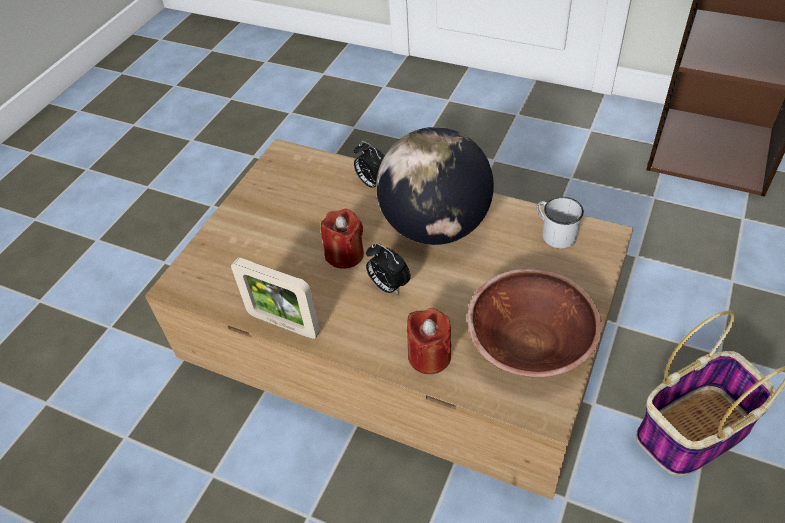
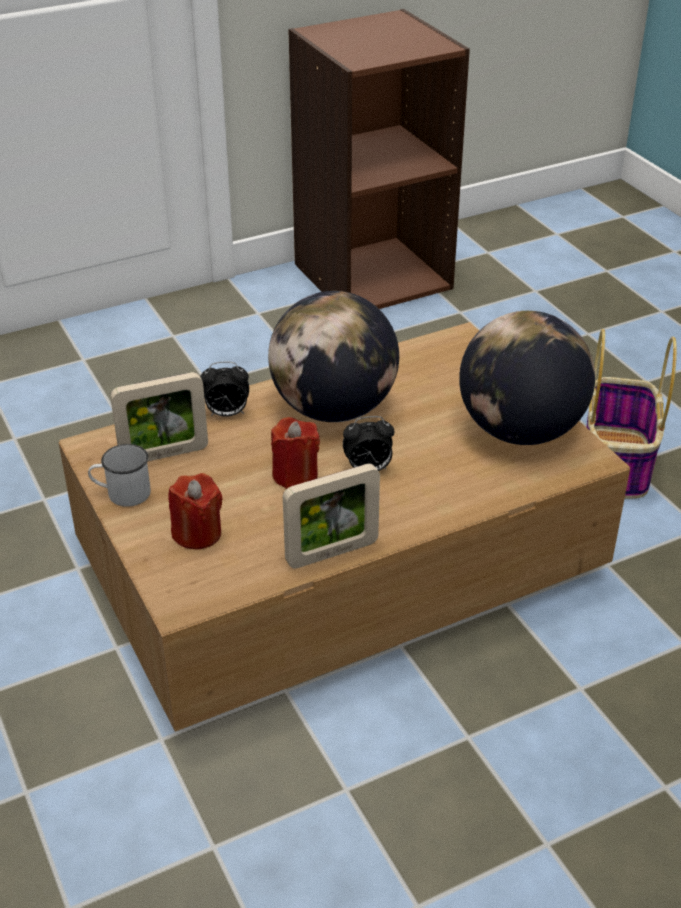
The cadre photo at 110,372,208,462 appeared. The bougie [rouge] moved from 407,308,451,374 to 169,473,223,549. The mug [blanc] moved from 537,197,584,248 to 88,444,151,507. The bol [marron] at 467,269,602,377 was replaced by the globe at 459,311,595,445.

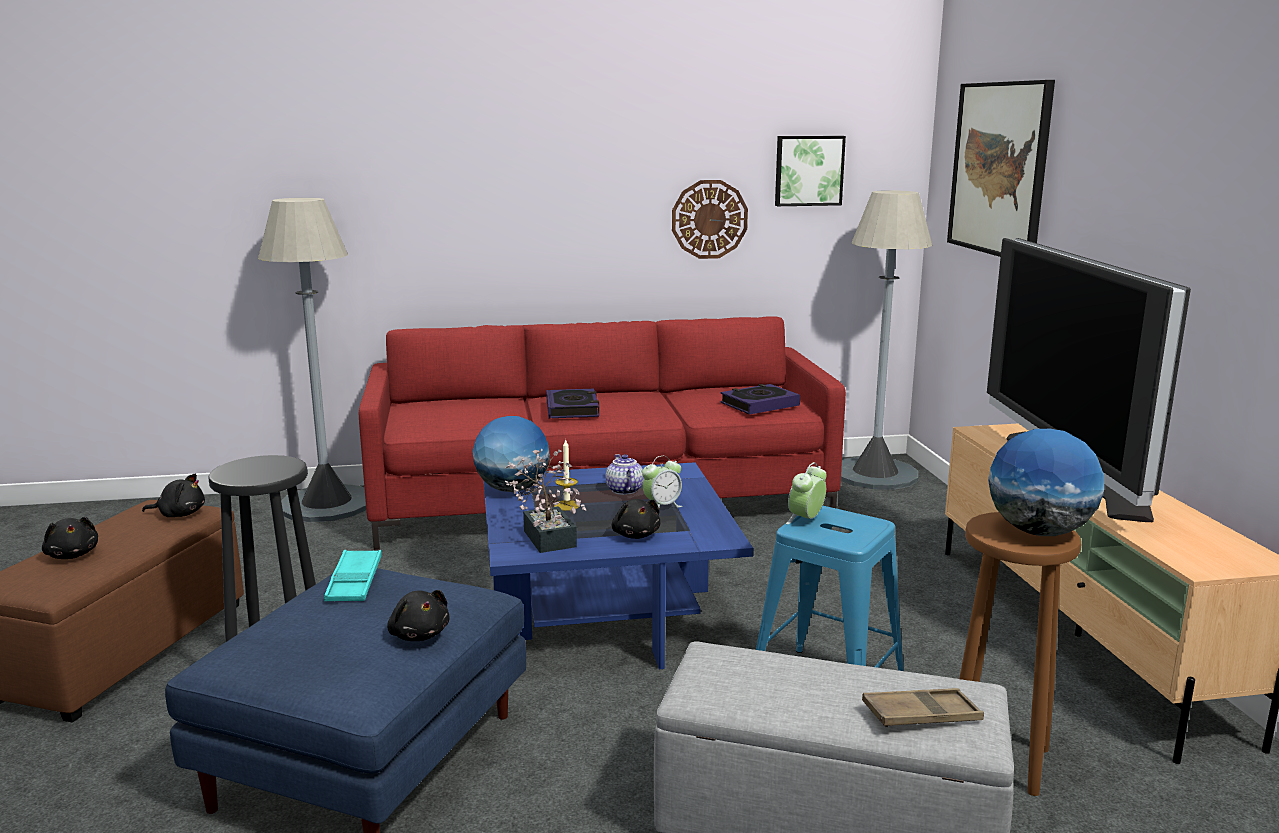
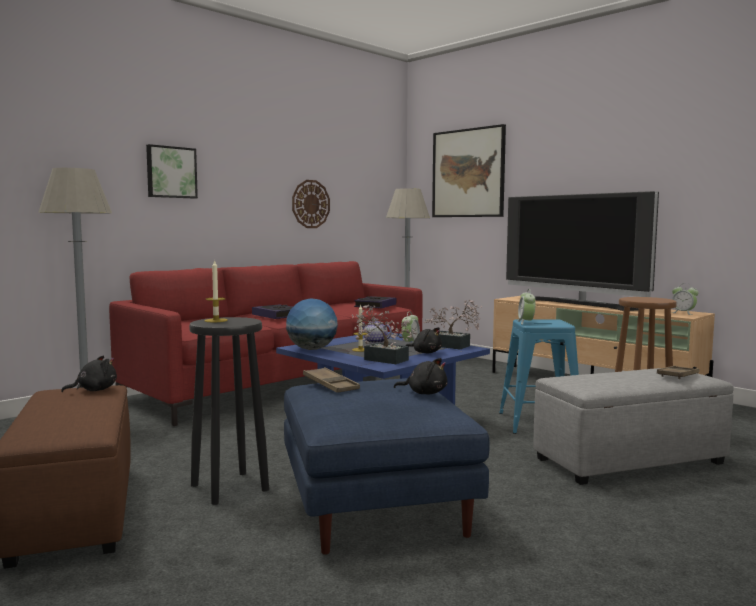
The peluche [noir] at 42,517,98,559 disappeared. The globe at 988,429,1104,536 disappeared. The bougie at 204,259,228,322 appeared. The plante en pot at 423,300,482,349 appeared. The réveil at 672,283,698,315 appeared. The tableau moved from 775,136,846,206 to 146,144,198,199. The plateau [turquoise] at 324,550,382,601 became the plateau [marron] at 303,367,360,393.

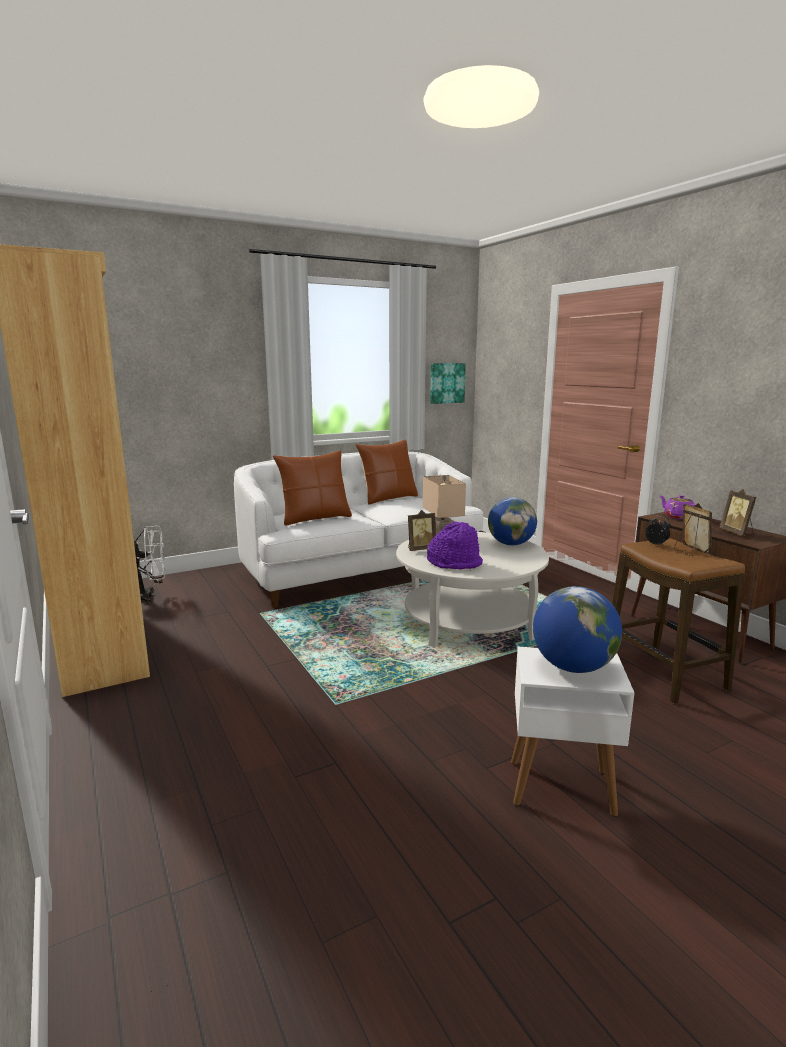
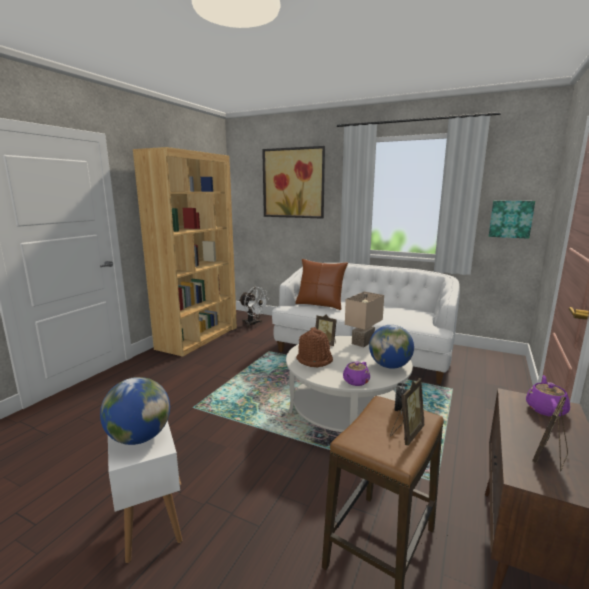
The coussin [marron] at 355,439,418,505 disappeared. The tableau at 262,146,325,219 appeared. The théière [violet] at 343,361,370,386 appeared. The chapeau [violet] at 427,522,483,569 became the chapeau [marron] at 296,327,333,367.

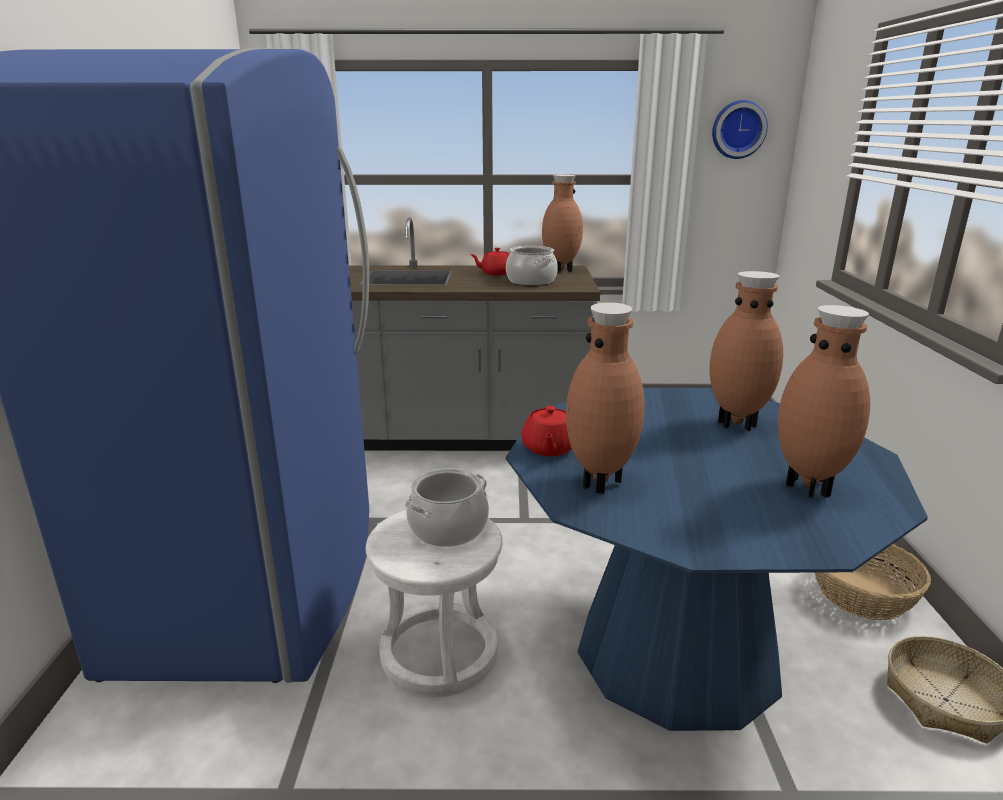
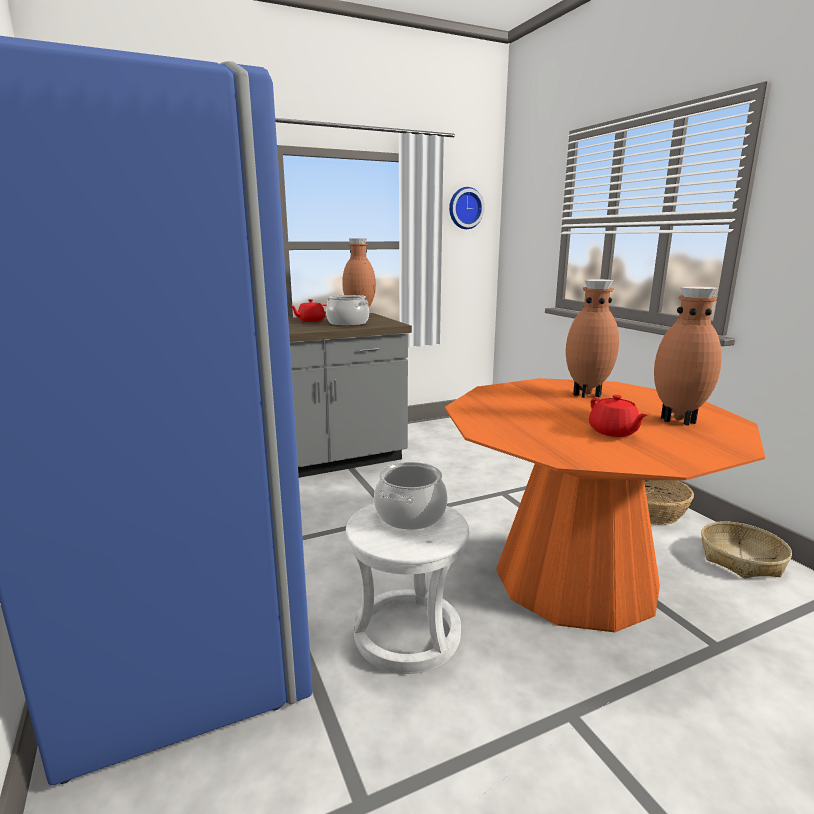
The vase [marron] at 566,302,645,494 disappeared. The théière [rouge] moved from 521,405,572,456 to 589,395,648,437. The table à manger [bleu] at 506,388,928,731 became the table à manger [orange] at 445,378,765,632.

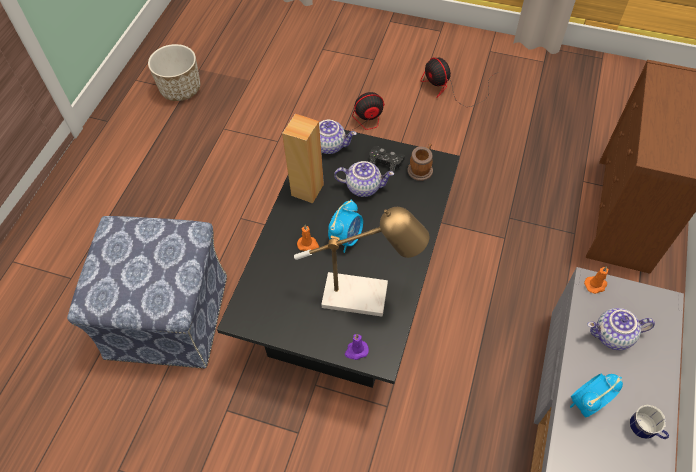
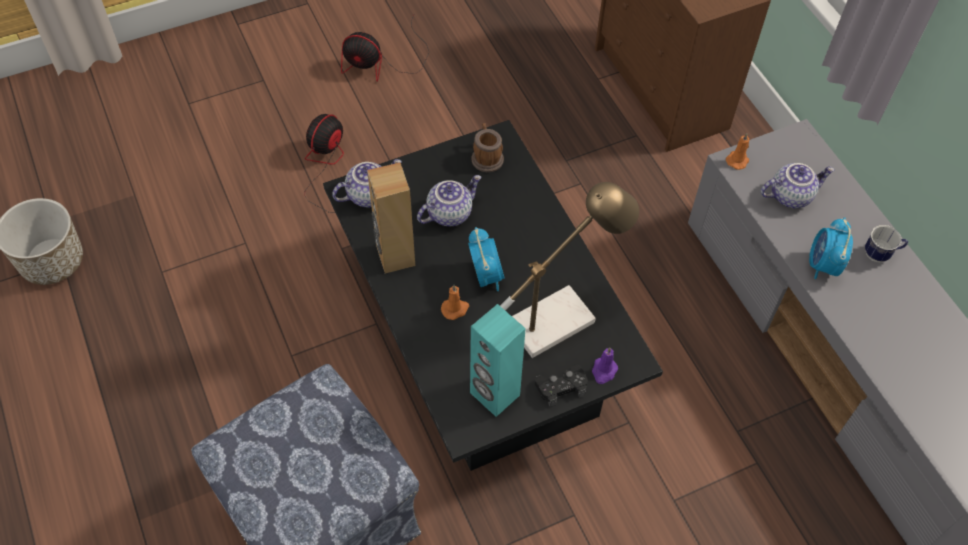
The enceinte [turquoise] at 470,304,526,417 appeared. The manette [noir] moved from 369,146,405,172 to 534,364,587,407. The théière at 587,308,655,350 turned 150 degrees counterclockwise.

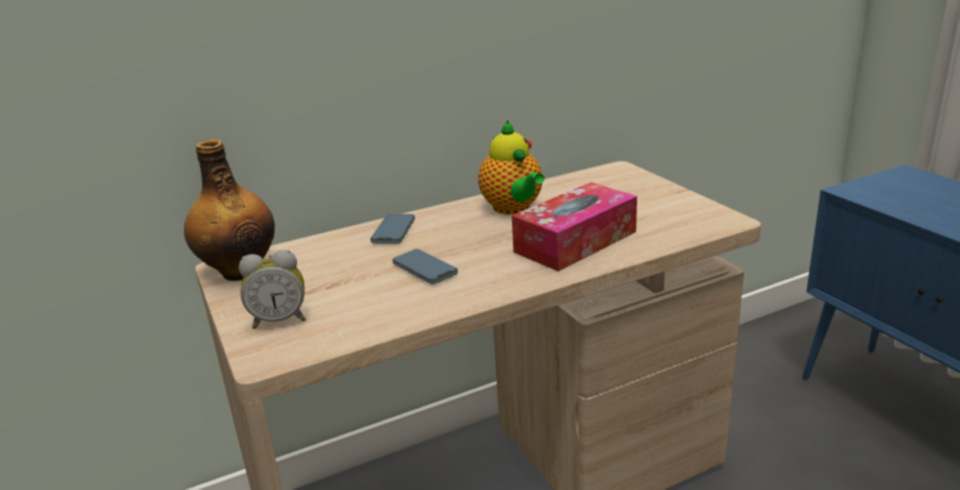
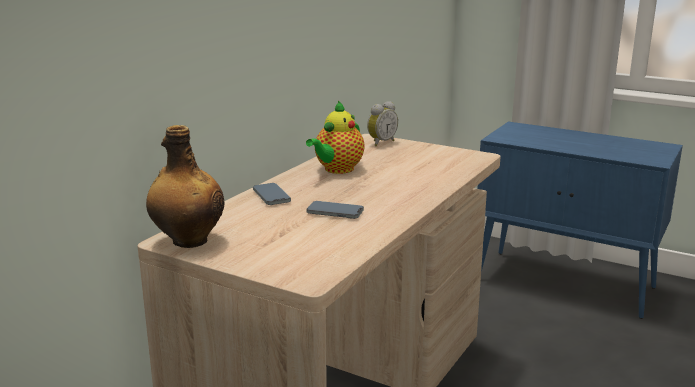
The boîte à mouchoirs at 512,182,637,271 disappeared. The réveil moved from 239,250,306,329 to 367,101,398,146. The théière at 478,121,545,215 turned 90 degrees clockwise.

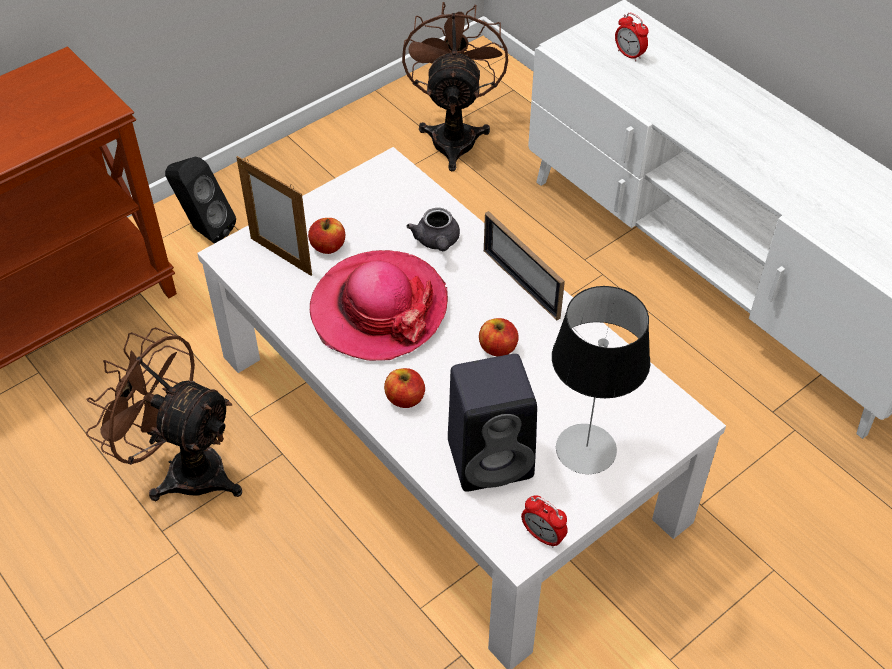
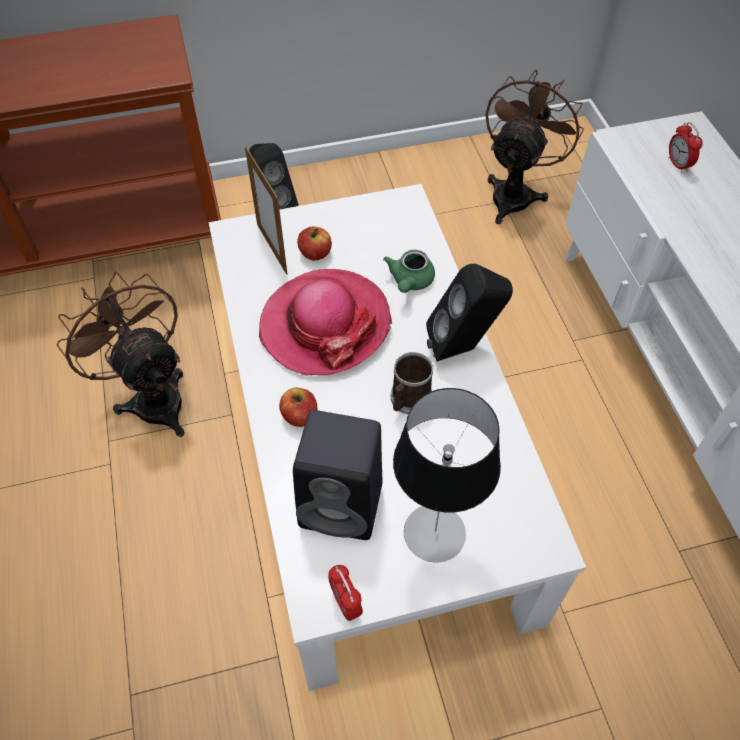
The pomme at 479,318,519,356 was replaced by the mug at 391,352,433,414. The cadre photo at 484,211,565,320 was replaced by the enceinte [noir] at 426,264,513,362. The théière [gris] at 406,208,460,251 became the théière [vert] at 383,250,435,293.

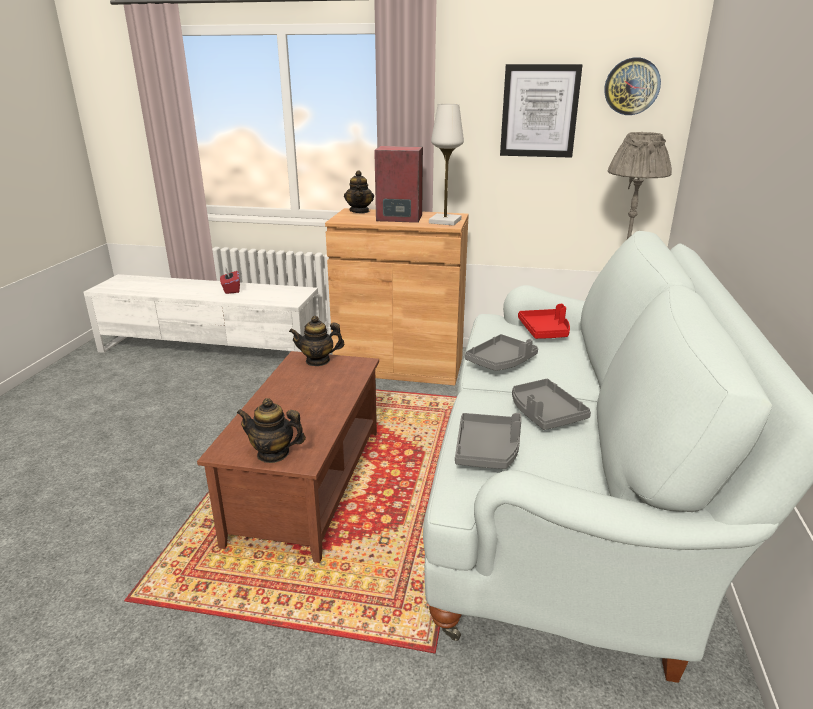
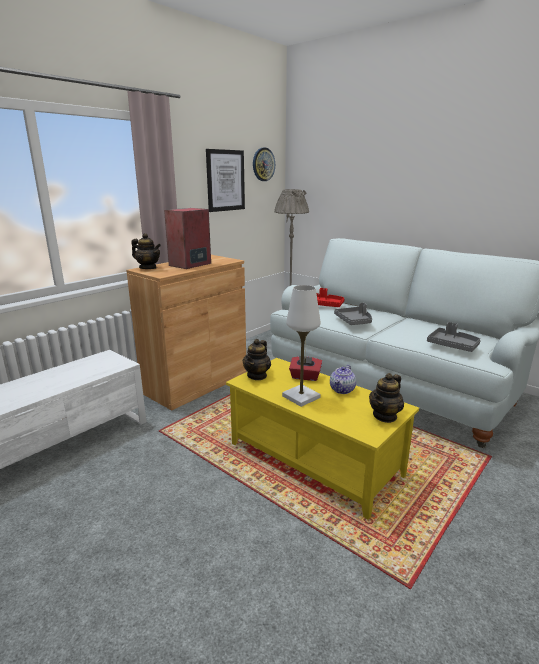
The plateau [gris] at 512,379,591,430 disappeared. The théière at 330,365,356,394 appeared. The boîte à mouchoirs [rouge] moved from 220,269,240,294 to 289,356,322,381. The lampe de table [blanc] moved from 429,104,464,226 to 282,285,321,407. The table basse [marron] at 197,351,379,563 became the table basse [jaune] at 226,358,419,520.

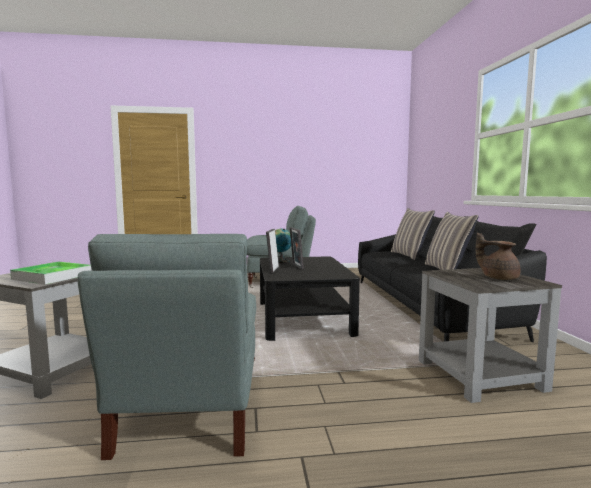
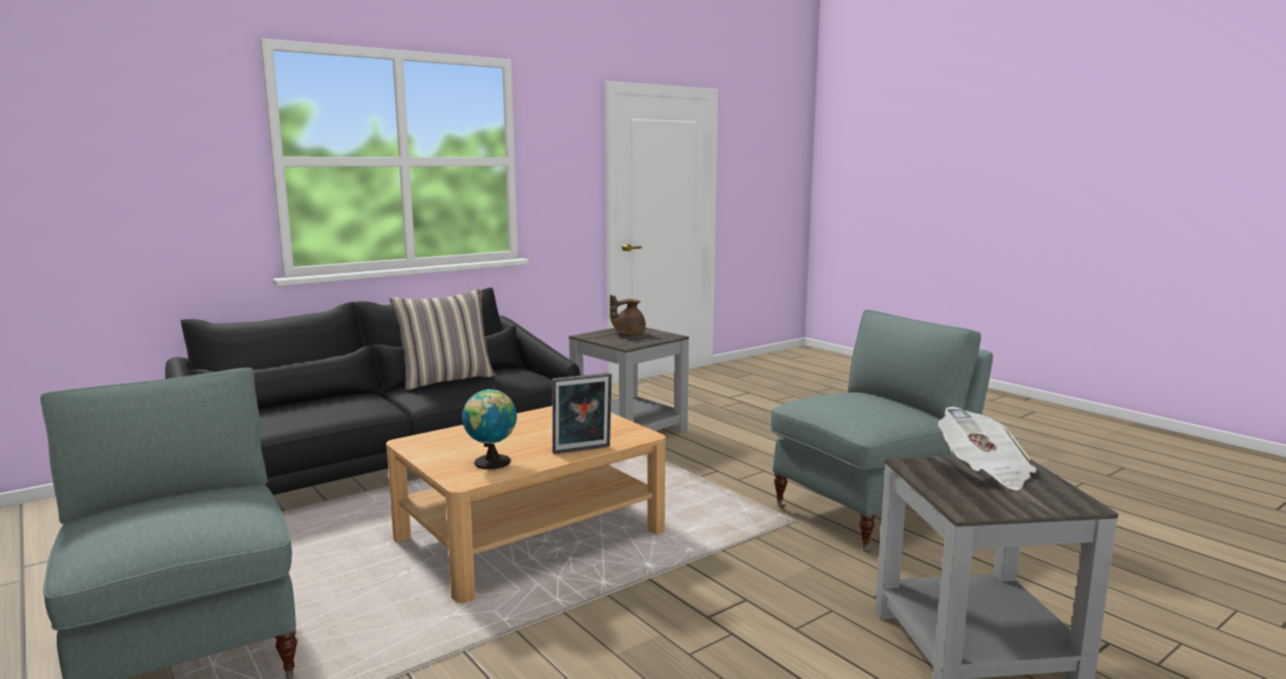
The cadre photo at 290,227,304,269 disappeared. The coussin at 391,208,435,260 disappeared. The plateau at 10,262,92,284 was replaced by the journal at 938,407,1037,490. The table basse [noir] at 260,256,360,341 became the table basse [beige] at 386,406,666,603. The théière [marron] at 476,232,521,280 turned 45 degrees clockwise.

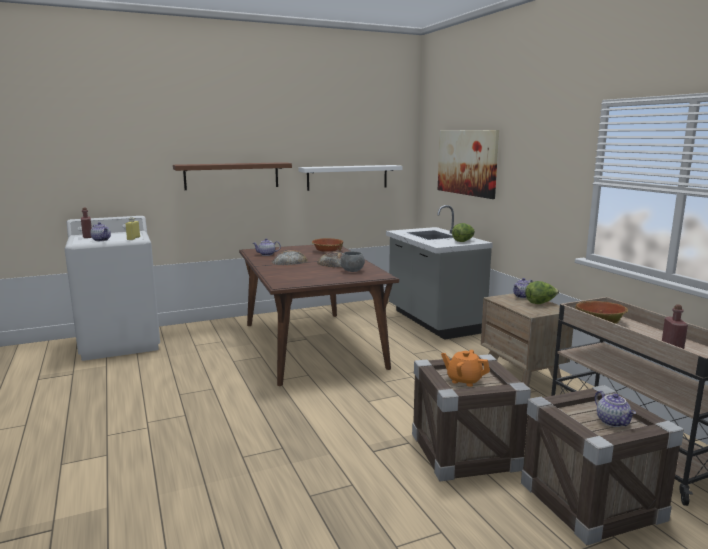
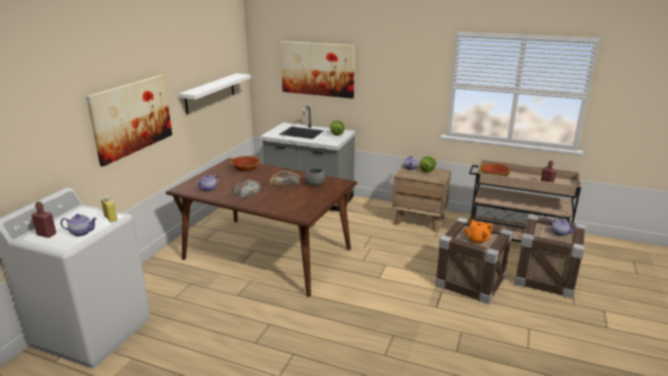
The étagère [marron] at 173,162,292,190 was replaced by the tableau at 86,75,172,166.

